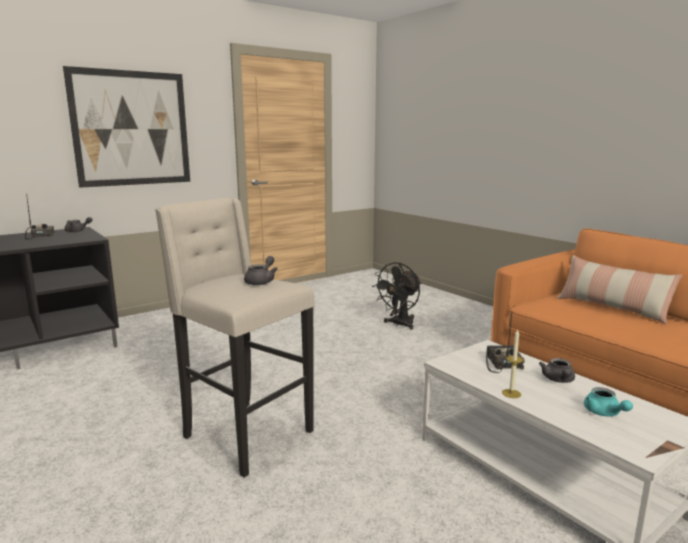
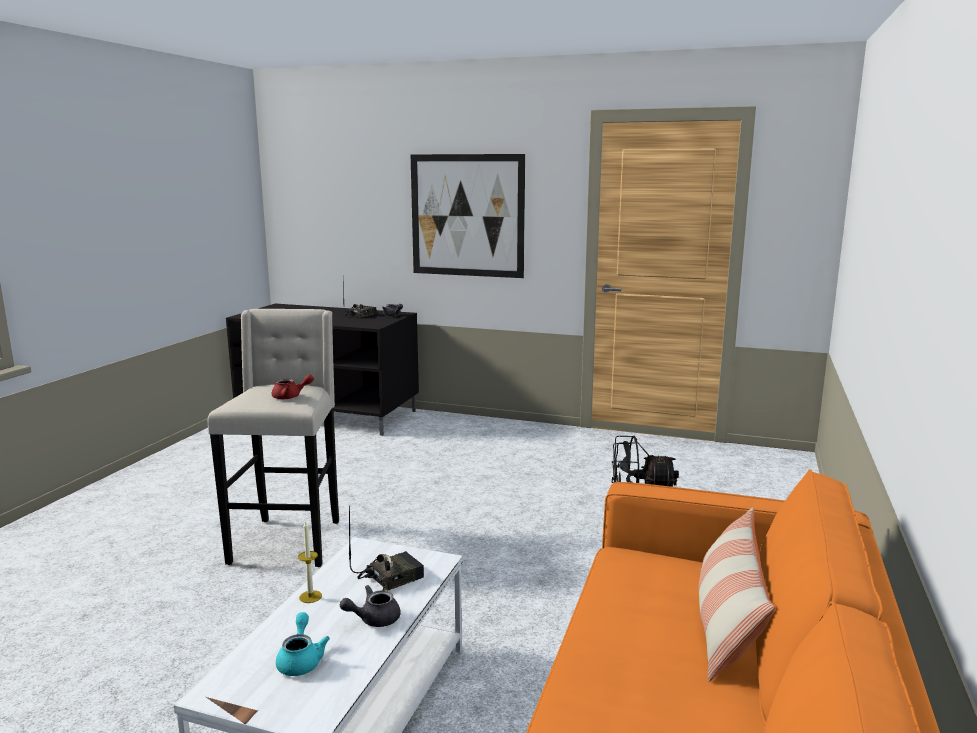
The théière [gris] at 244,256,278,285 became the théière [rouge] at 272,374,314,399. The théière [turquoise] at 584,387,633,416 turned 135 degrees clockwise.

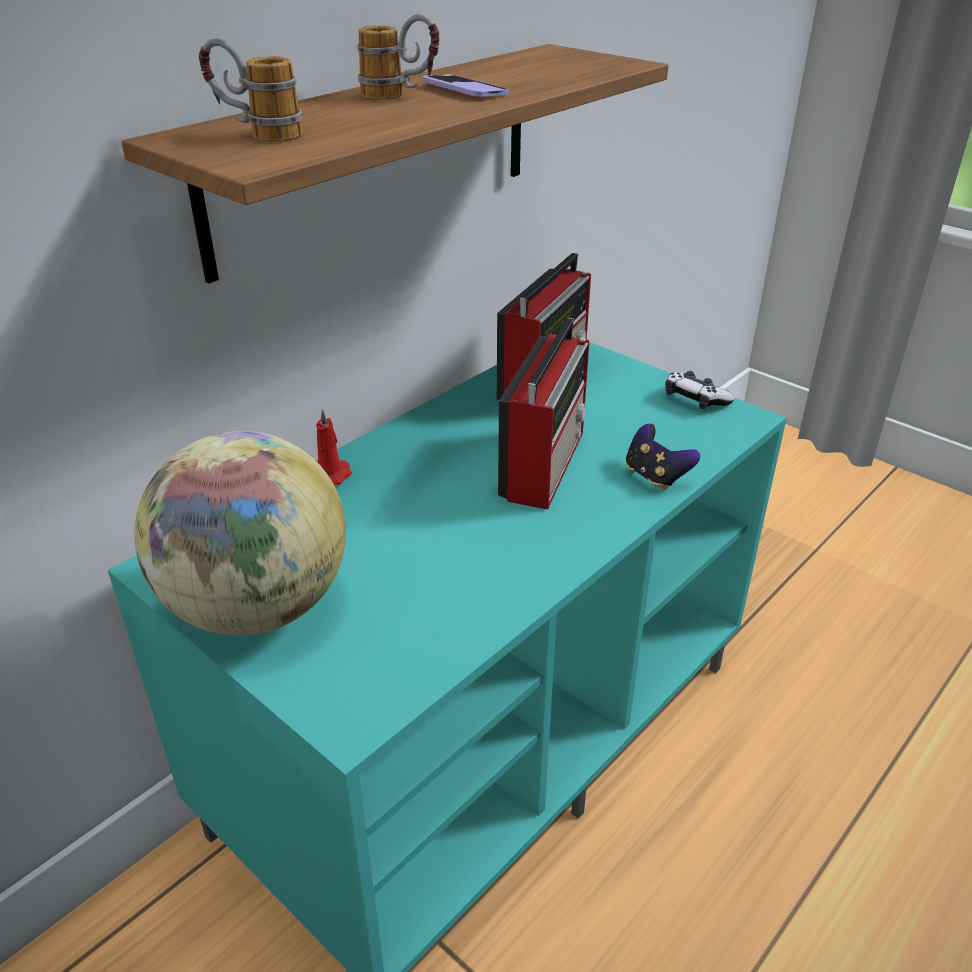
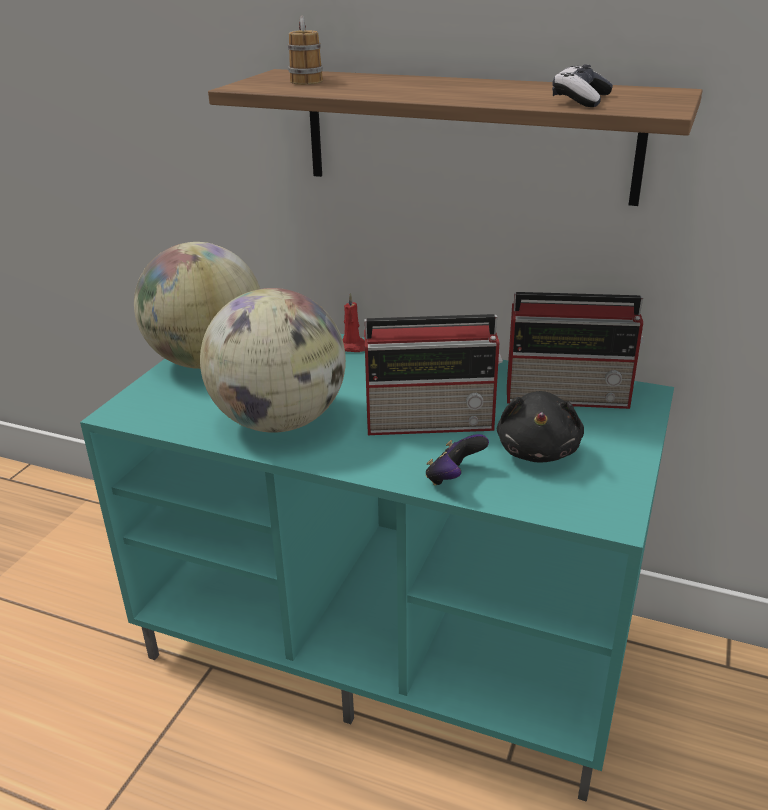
The mug at 357,14,439,100 disappeared. The téléphone at 422,75,508,97 disappeared. The globe at 200,288,346,433 appeared. The peluche [noir] at 497,391,584,463 appeared. The manette moved from 665,371,735,410 to 552,64,613,107.

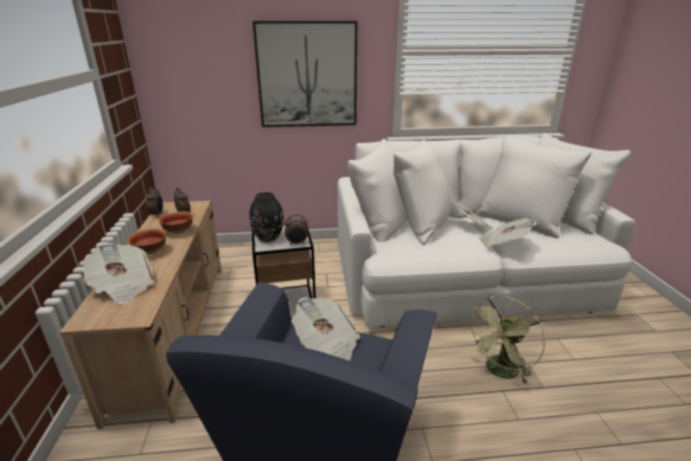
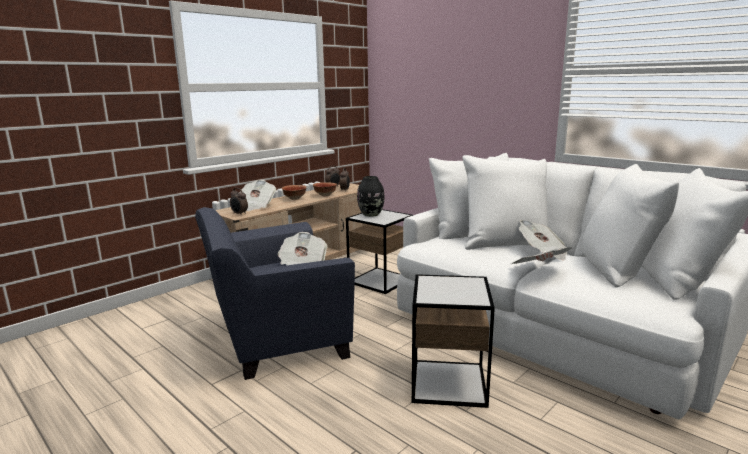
The tableau at 253,21,358,127 disappeared. The réveil moved from 285,214,308,245 to 230,188,248,216. The ventilateur [vert] at 466,296,546,384 was replaced by the table d'appoint at 412,274,495,408.

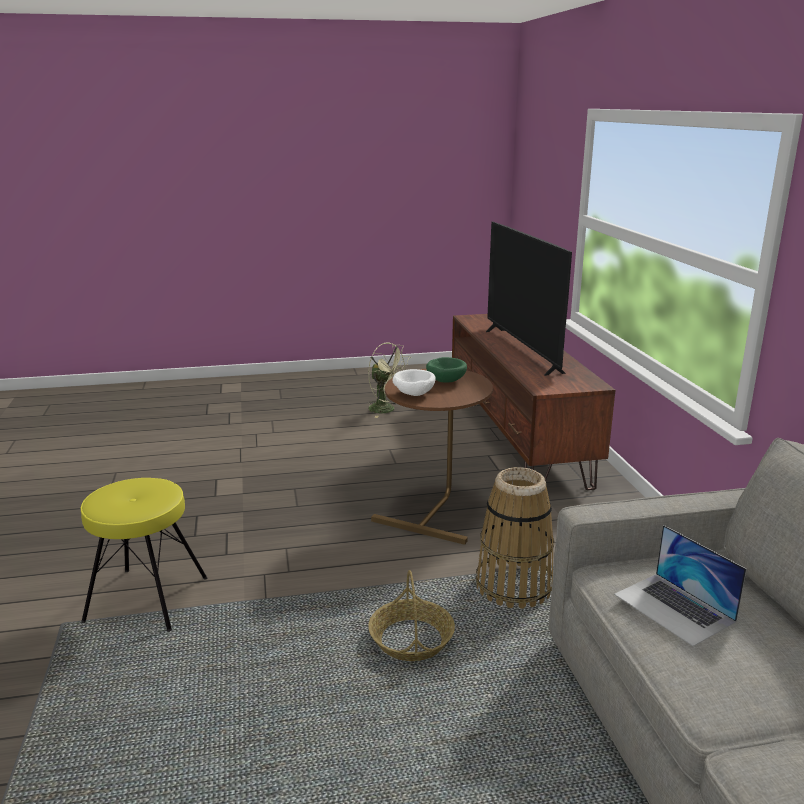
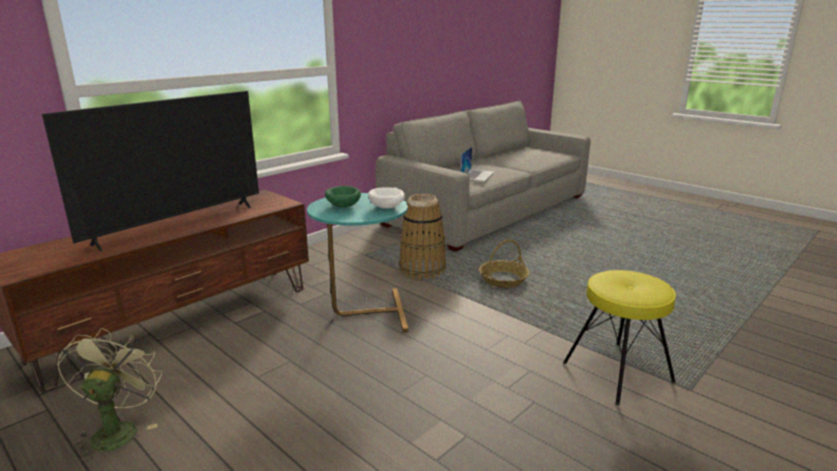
The table d'appoint [marron] at 371,369,493,545 became the table d'appoint [turquoise] at 307,193,408,333.

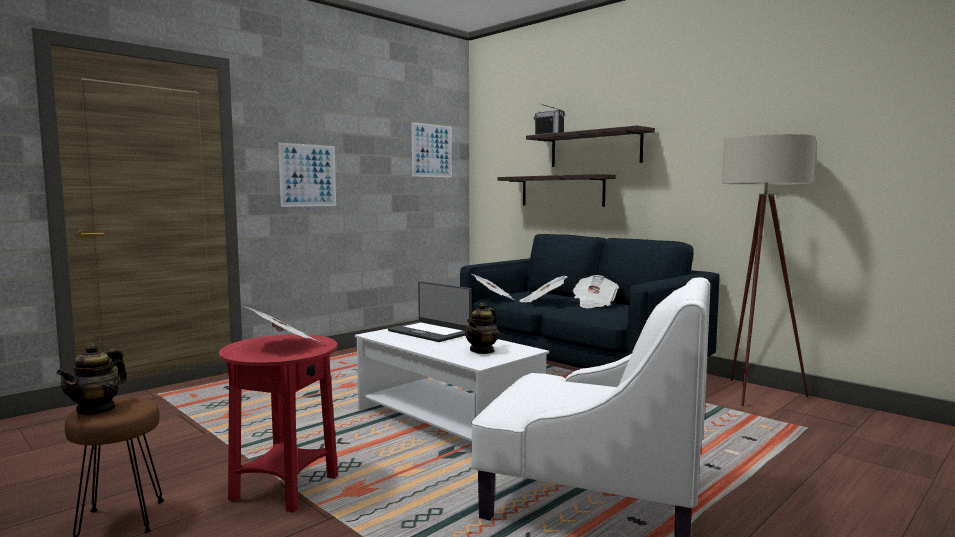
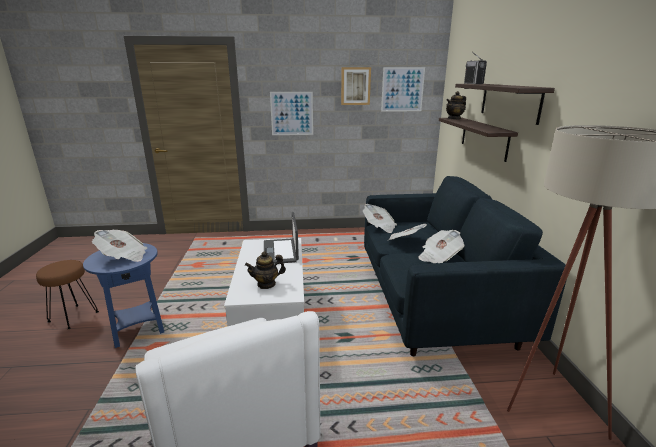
The tableau at 341,67,371,105 appeared. The théière moved from 56,343,127,415 to 446,91,466,120. The table d'appoint [rouge] at 219,334,338,513 became the table d'appoint [bleu] at 83,243,164,348.

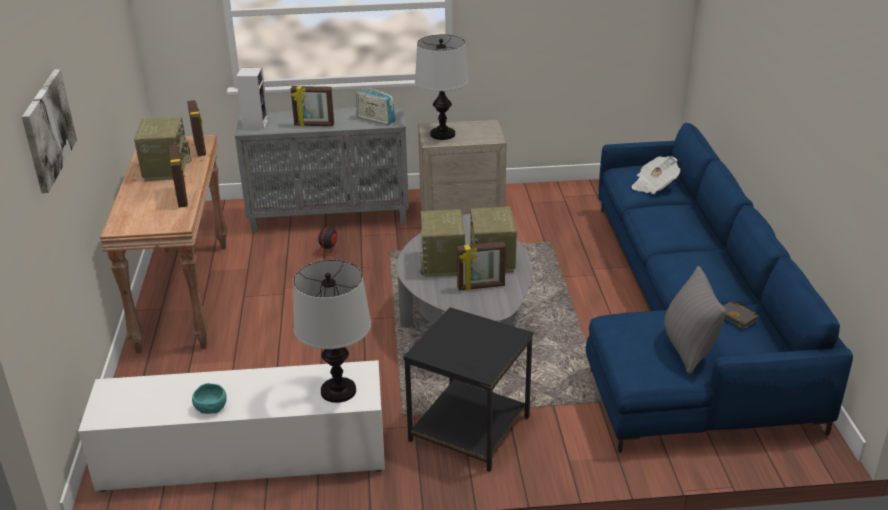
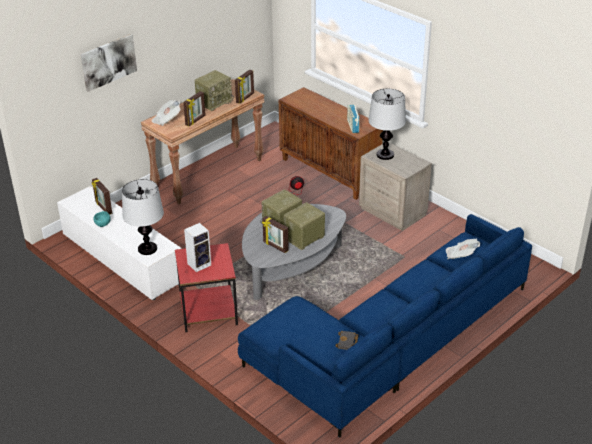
The coussin [gris] at 664,266,726,374 disappeared. The journal at 151,100,181,126 appeared. The enceinte moved from 236,67,268,129 to 184,223,211,272. The cadre photo moved from 291,86,334,126 to 92,178,112,215. The meuble de rangement [gris] at 235,105,409,233 became the meuble de rangement [marron] at 279,87,383,200. The table d'appoint [noir] at 404,307,533,472 became the table d'appoint [rouge] at 175,243,238,332.

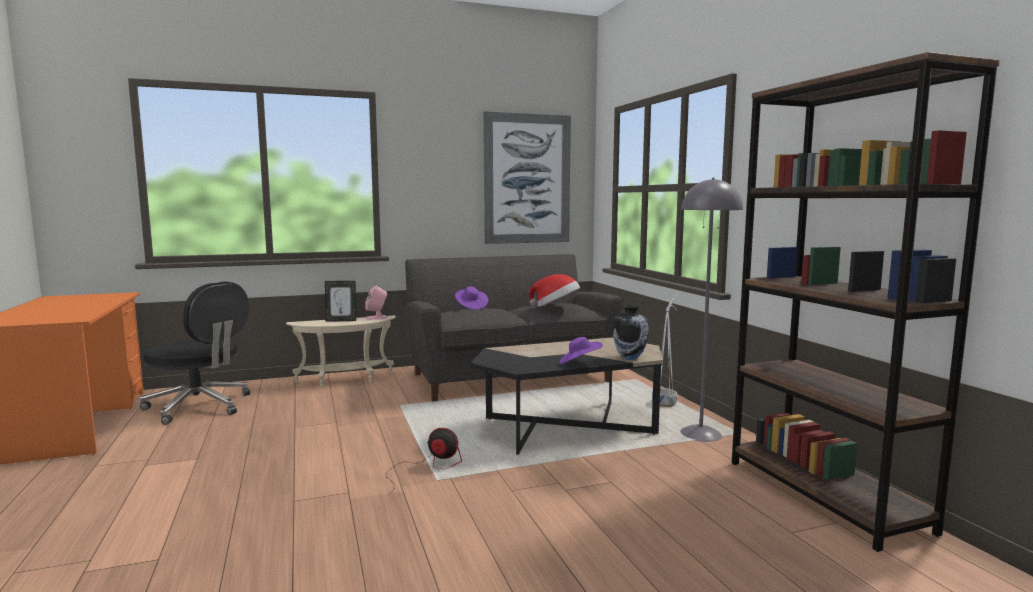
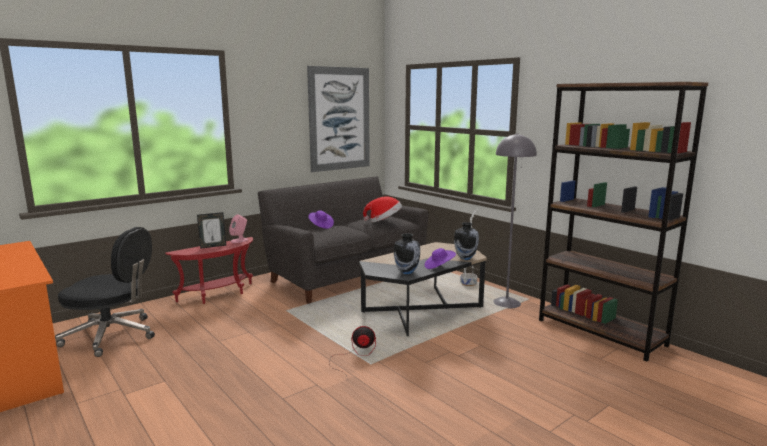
The vase at 394,233,420,274 appeared. The table d'appoint [beige] at 286,315,396,388 became the table d'appoint [rouge] at 165,237,253,304.

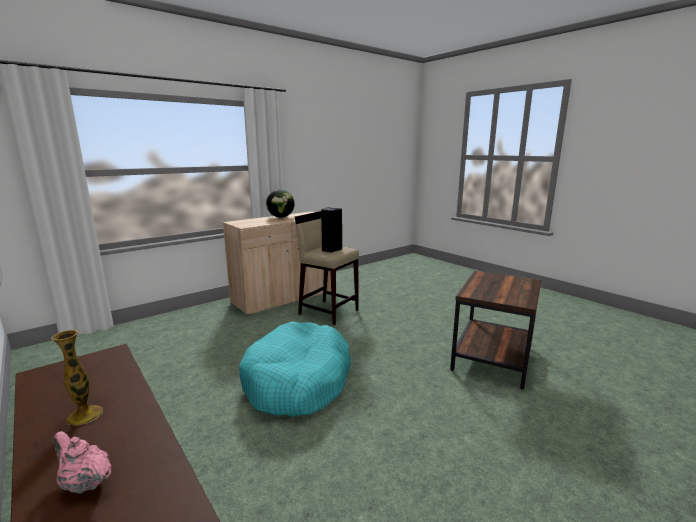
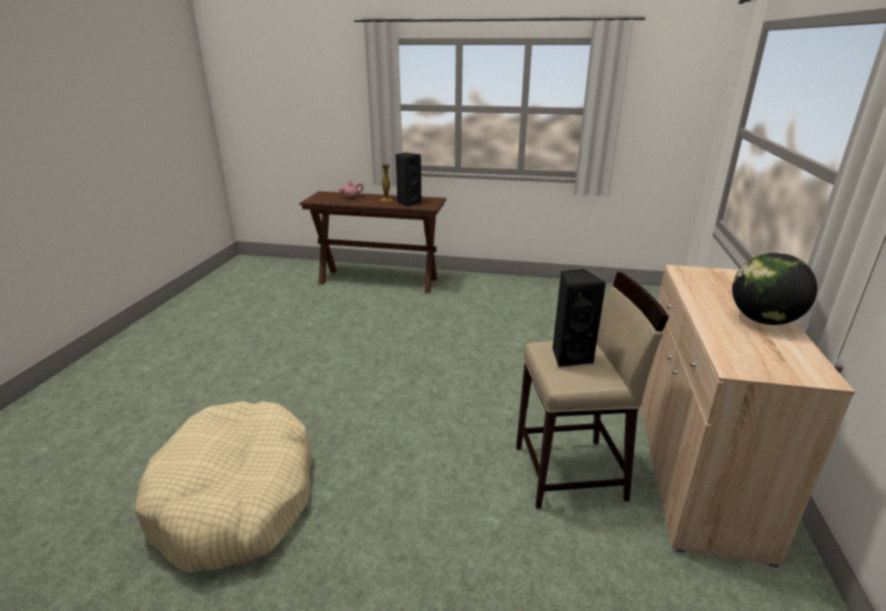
The panier pour chien [turquoise] at 239,321,351,417 disappeared. The enceinte [noir] at 396,153,421,207 appeared. The table d'appoint [marron] at 450,271,541,390 was replaced by the panier pour chien [beige] at 135,401,312,572.

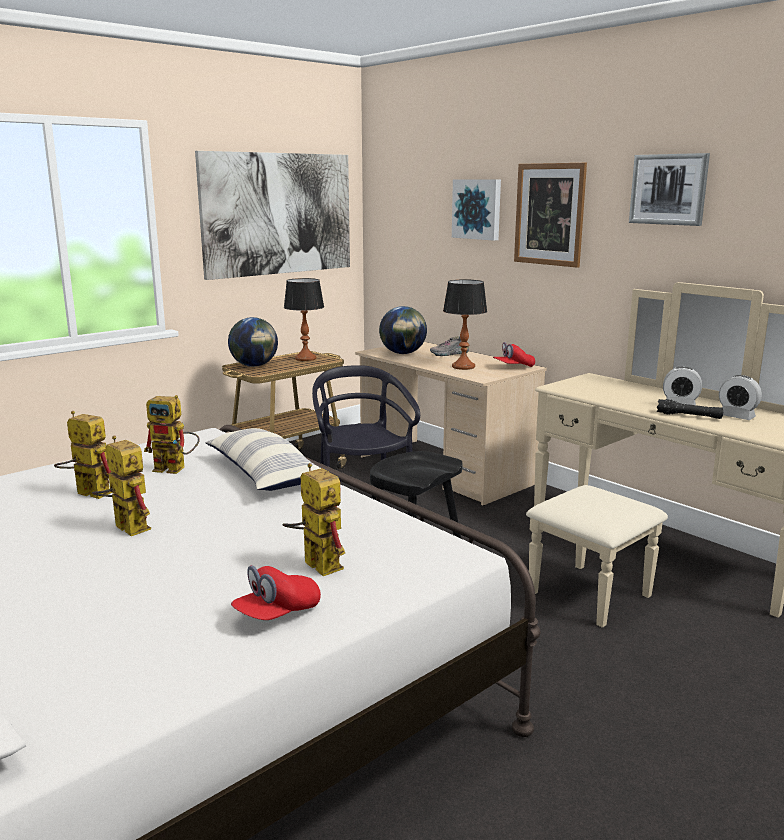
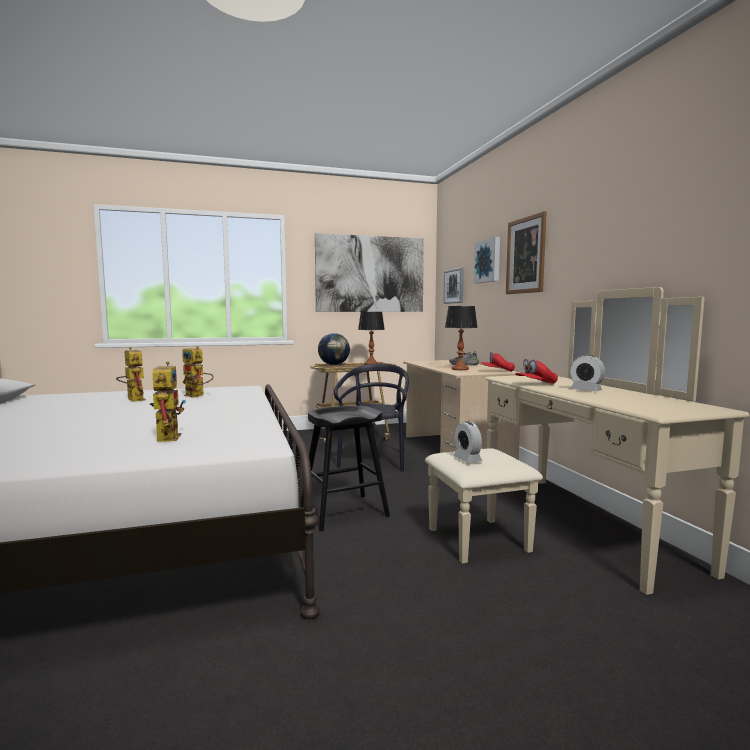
The robot jouet at 92,436,151,536 disappeared. The coussin at 205,428,321,491 disappeared. The globe at 379,306,427,354 disappeared. The lampe de poche [noir] at 657,399,723,419 disappeared. The casquette [rouge] moved from 231,565,321,620 to 515,359,558,384. The tableau moved from 629,153,710,226 to 443,267,464,304. The réveil moved from 719,375,762,420 to 453,422,482,463.

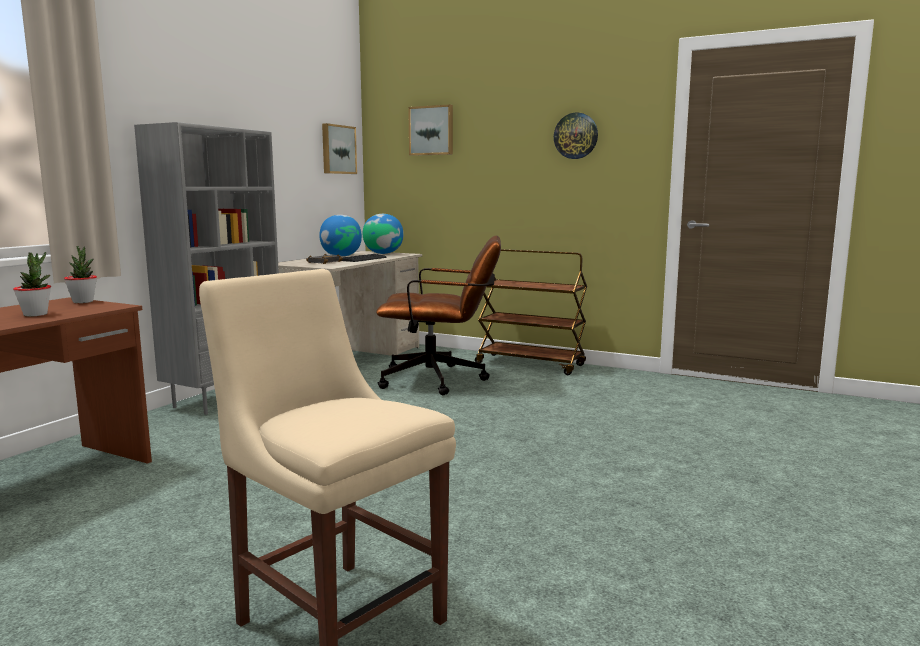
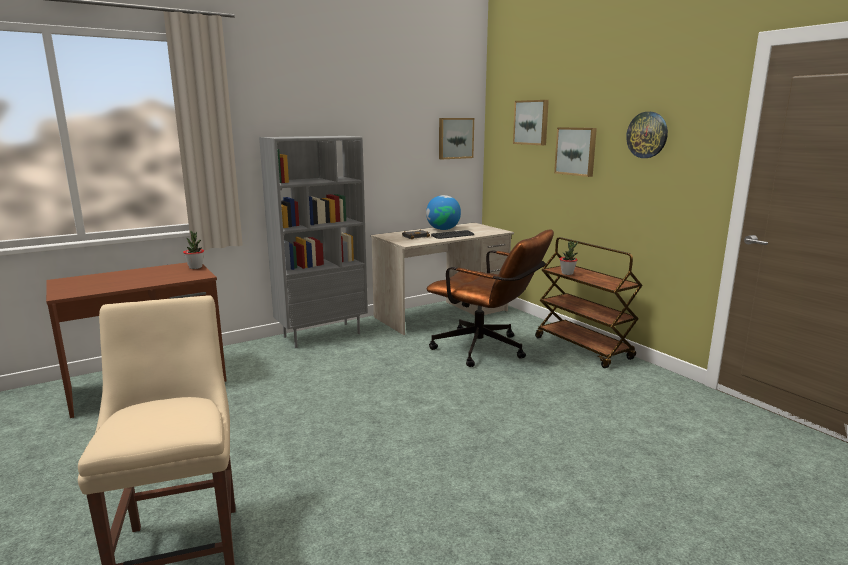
The globe at 363,214,404,254 disappeared. The tableau at 554,127,597,177 appeared. The plante en pot moved from 13,252,51,317 to 560,241,578,275.

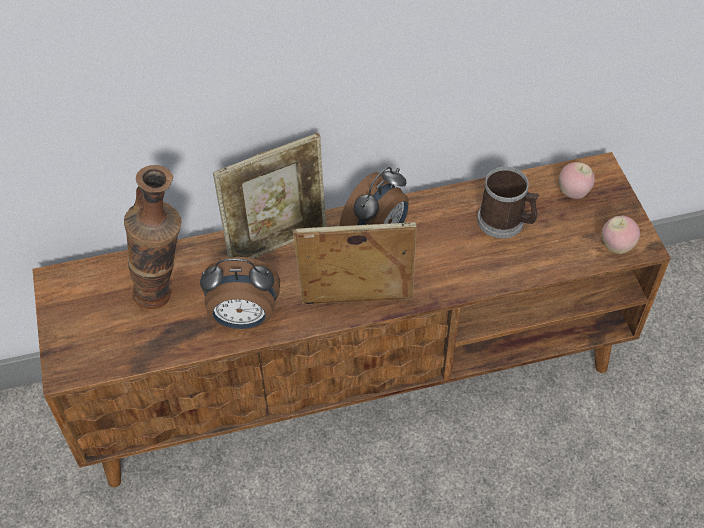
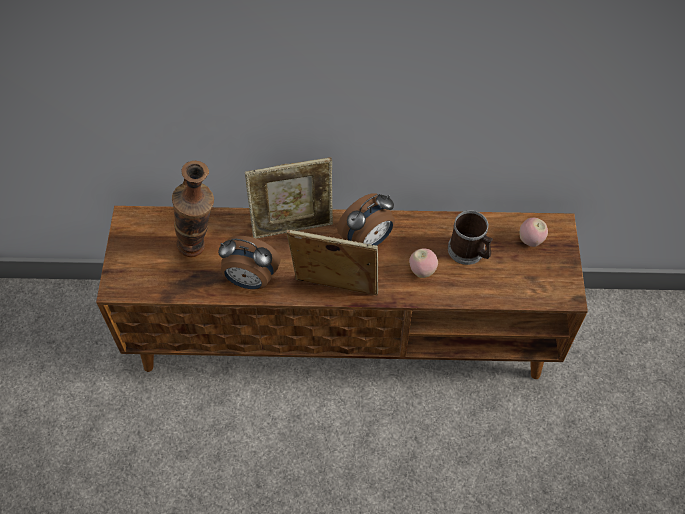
The pomme moved from 602,216,640,254 to 409,248,438,278.

